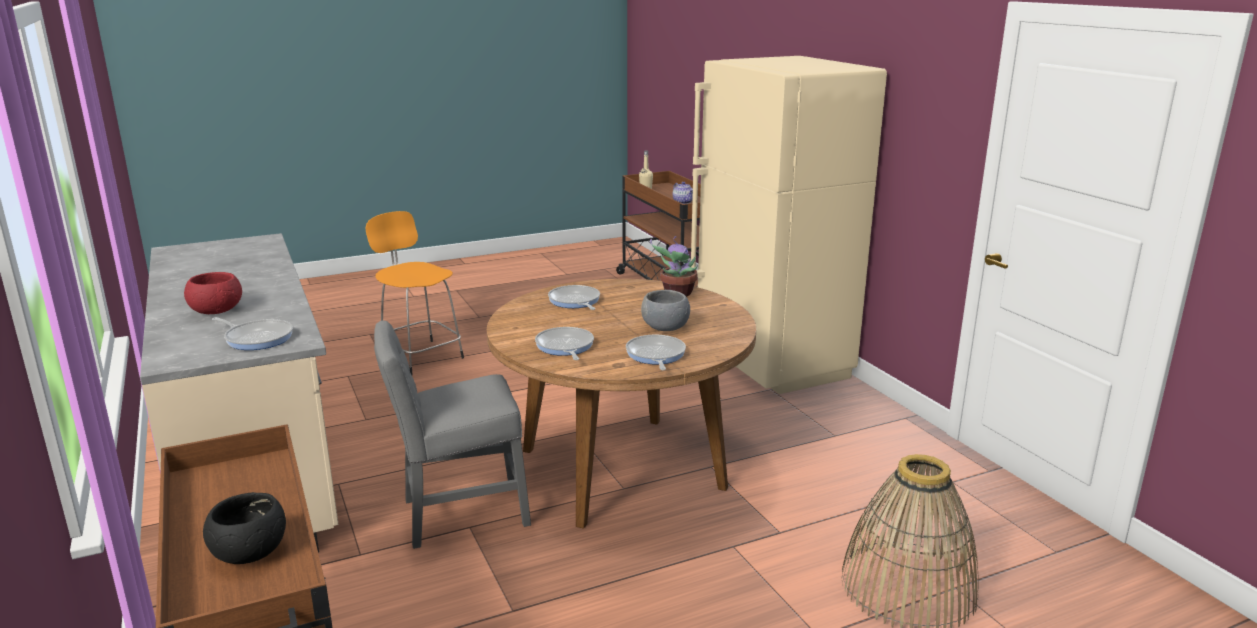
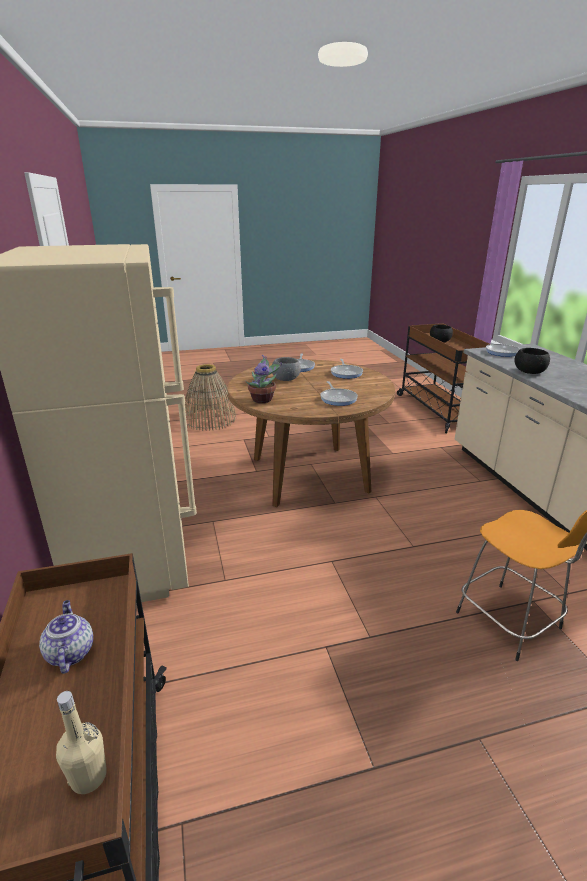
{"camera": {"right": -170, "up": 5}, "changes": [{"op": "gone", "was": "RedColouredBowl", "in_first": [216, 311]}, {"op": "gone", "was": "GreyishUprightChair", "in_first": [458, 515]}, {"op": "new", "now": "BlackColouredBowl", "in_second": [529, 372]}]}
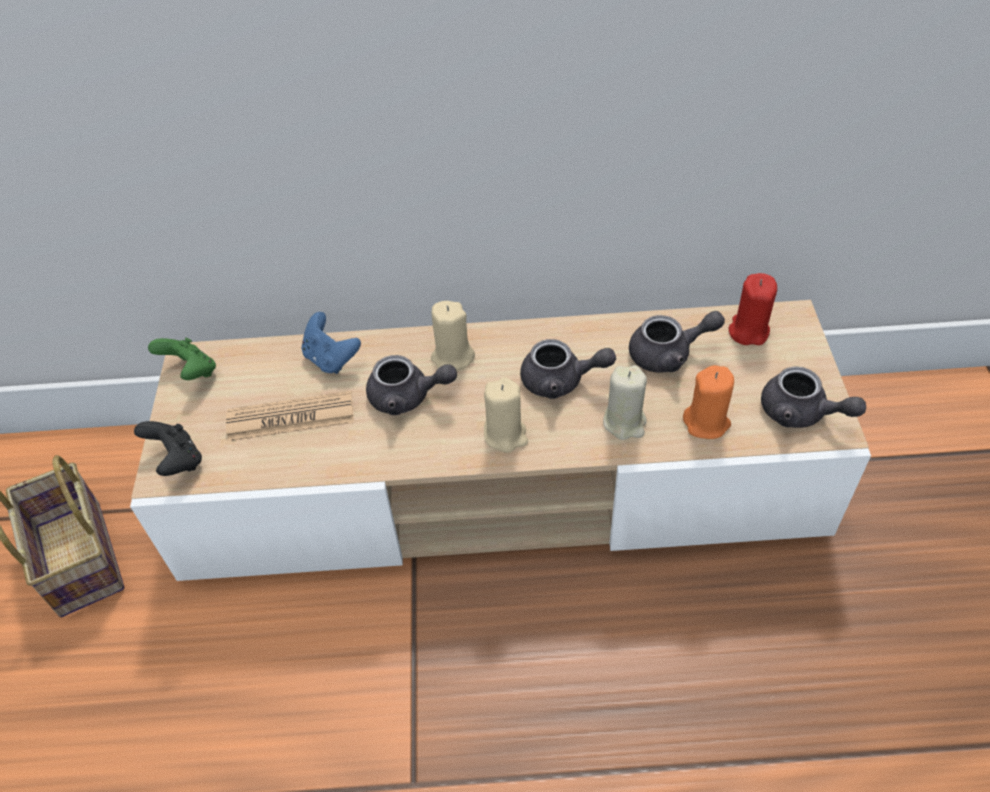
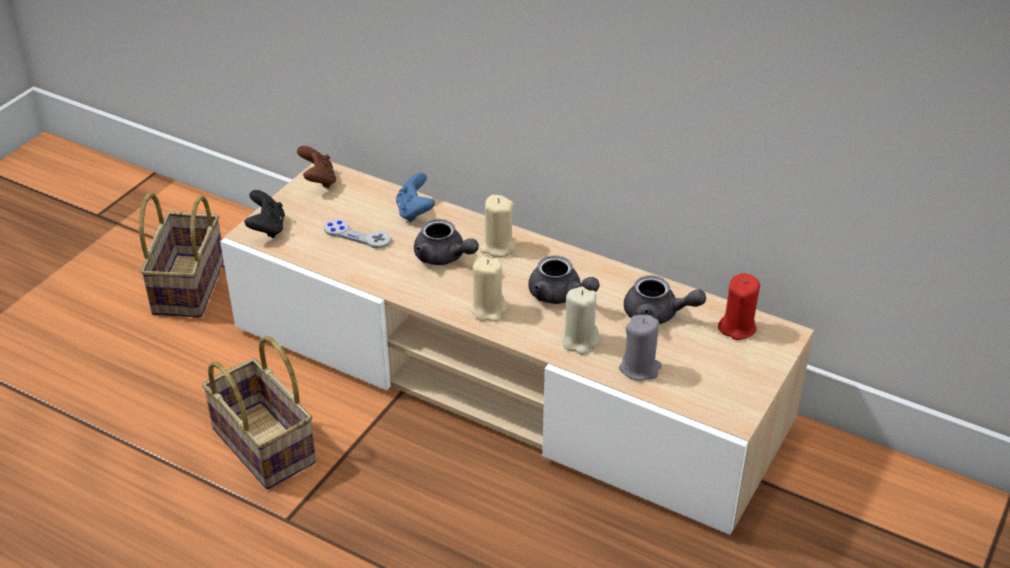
{"camera": {"right": 30, "up": -10}, "changes": [{"op": "repainted", "was": "GreenishGamepad", "now": "BrownishGamepad", "in_first": [191, 372], "in_second": [318, 181]}, {"op": "swapped", "was": "Newspaper", "now": "GreyishGamepad", "in_first": [290, 417], "in_second": [357, 235]}, {"op": "repainted", "was": "OrangeColouredCandle", "now": "GreyishCandle", "in_first": [706, 422], "in_second": [640, 368]}, {"op": "gone", "was": "GreyishTeaPot", "in_first": [801, 413]}, {"op": "new", "now": "Basket", "in_second": [267, 446]}]}
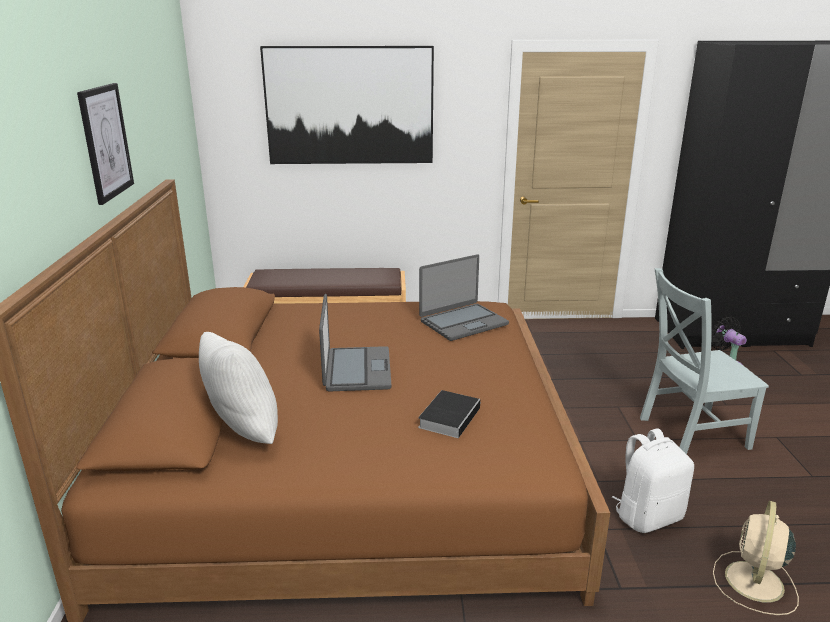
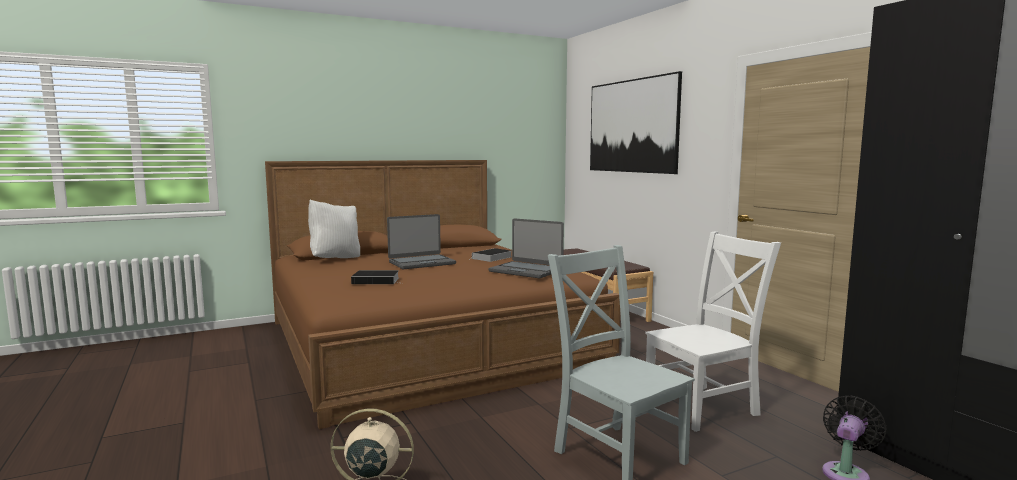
{"camera": {"right": 65, "up": -15}, "changes": [{"op": "gone", "was": "Picture", "in_first": [106, 142]}, {"op": "gone", "was": "WhitishRucksack", "in_first": [648, 516]}, {"op": "new", "now": "Volume", "in_second": [491, 258]}, {"op": "new", "now": "WhitishUprightChair", "in_second": [704, 406]}]}
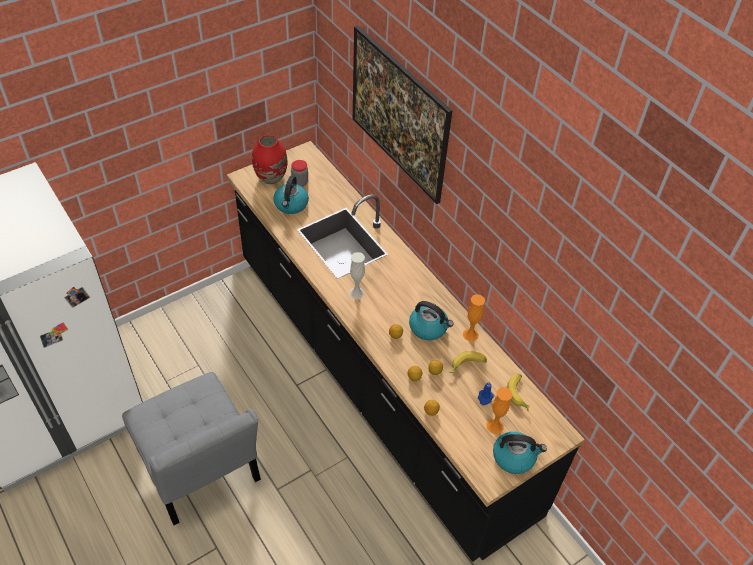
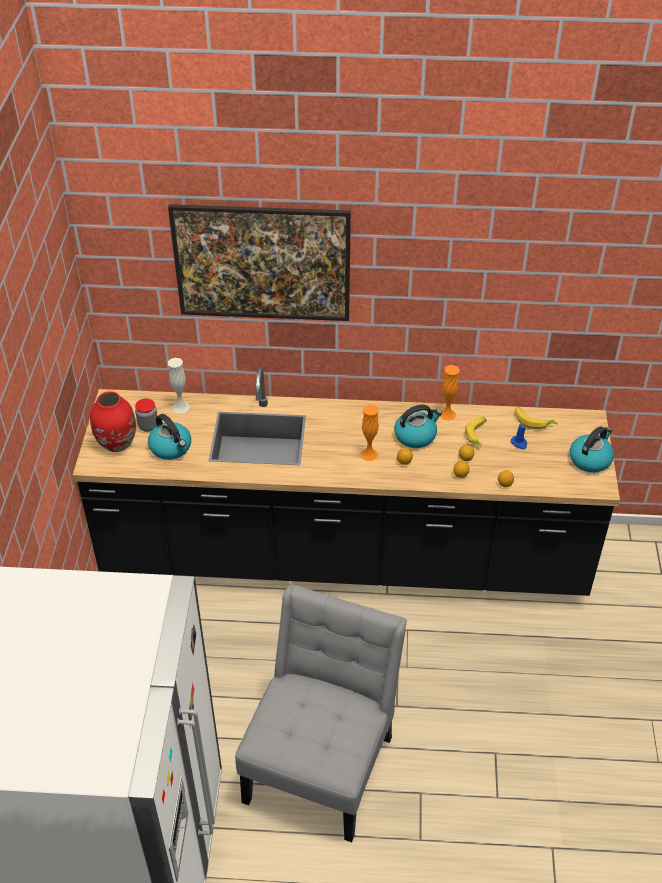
{"camera": {"right": -50, "up": -5}, "changes": [{"op": "rotated", "was": "GreyishUprightChair", "in_first": [200, 471], "in_second": [322, 761], "clockwise": -75}, {"op": "shifted", "was": "WhitishVase", "in_first": [356, 293], "in_second": [181, 407]}, {"op": "shifted", "was": "OrangeColouredVase", "in_first": [495, 426], "in_second": [369, 454]}]}
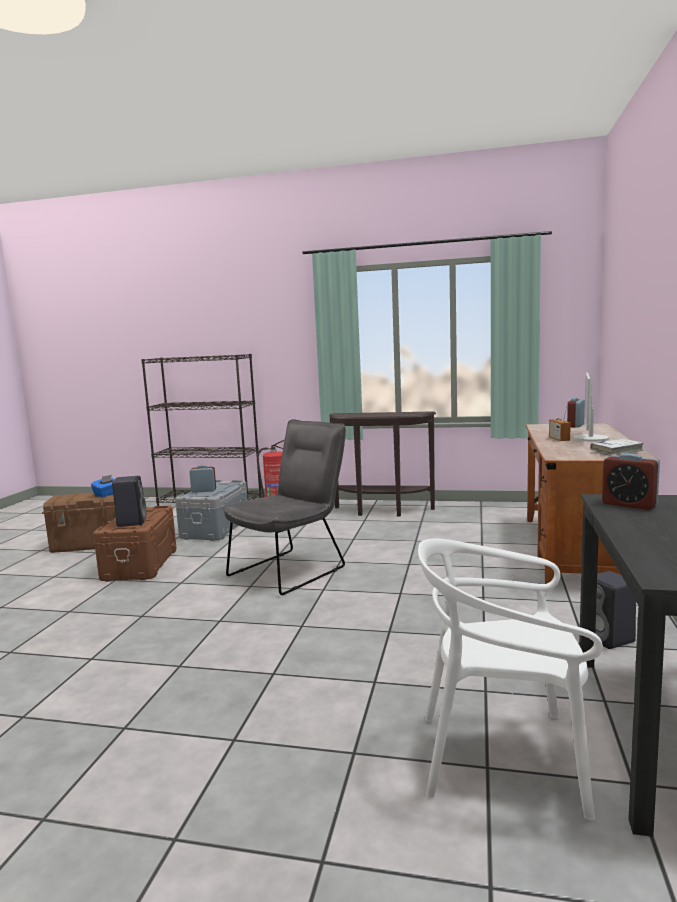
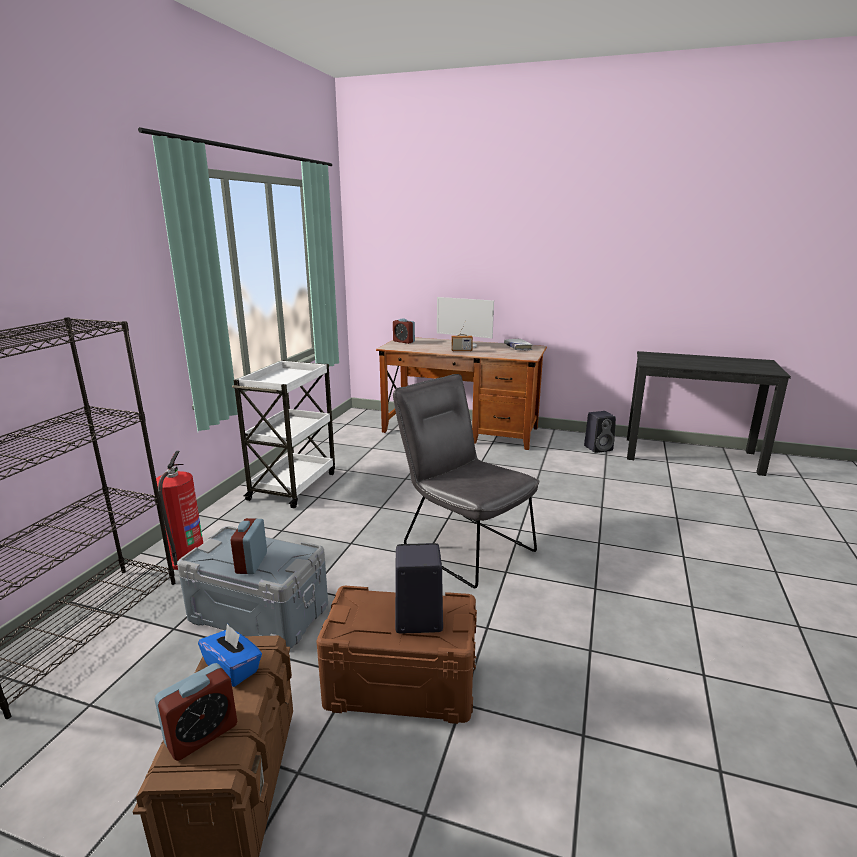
{"camera": {"right": -85, "up": 10}, "changes": [{"op": "swapped", "was": "BrownishHallTable", "now": "WhitishCart", "in_first": [382, 511], "in_second": [294, 485]}, {"op": "gone", "was": "WhitishUprightChair", "in_first": [502, 758]}, {"op": "shifted", "was": "AlarmClock", "in_first": [629, 504], "in_second": [202, 734]}]}
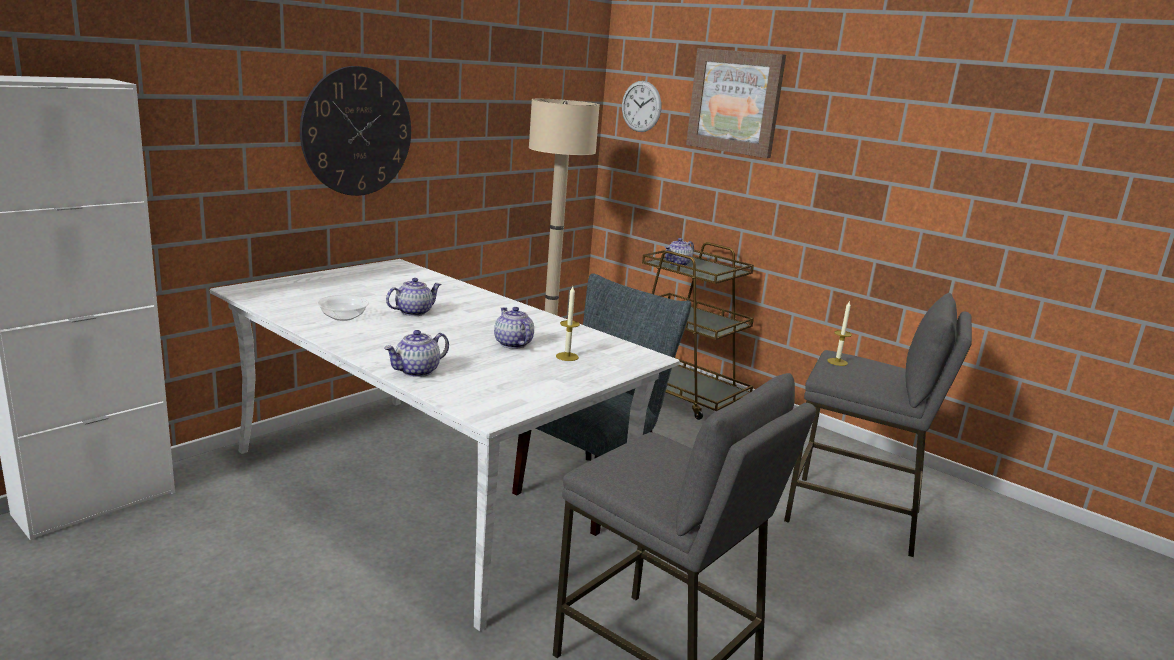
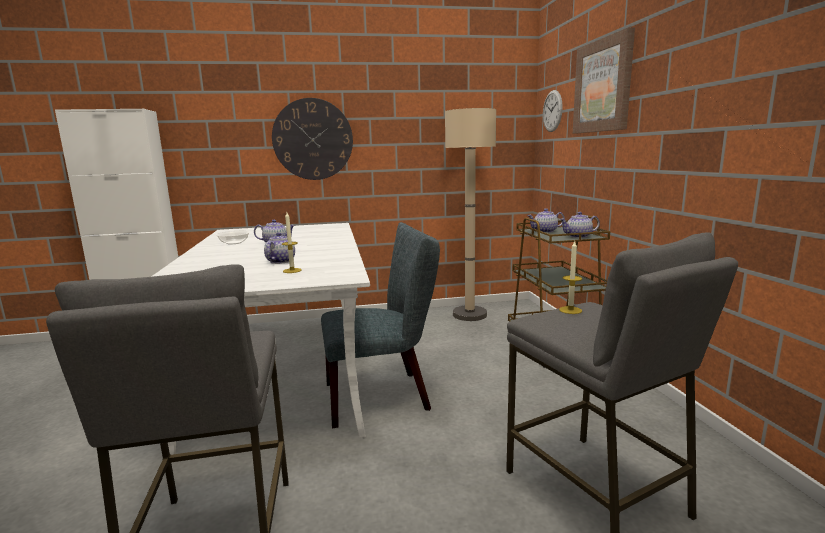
{"camera": {"right": 40, "up": -5}, "changes": [{"op": "shifted", "was": "TeaPot", "in_first": [417, 371], "in_second": [578, 236]}]}
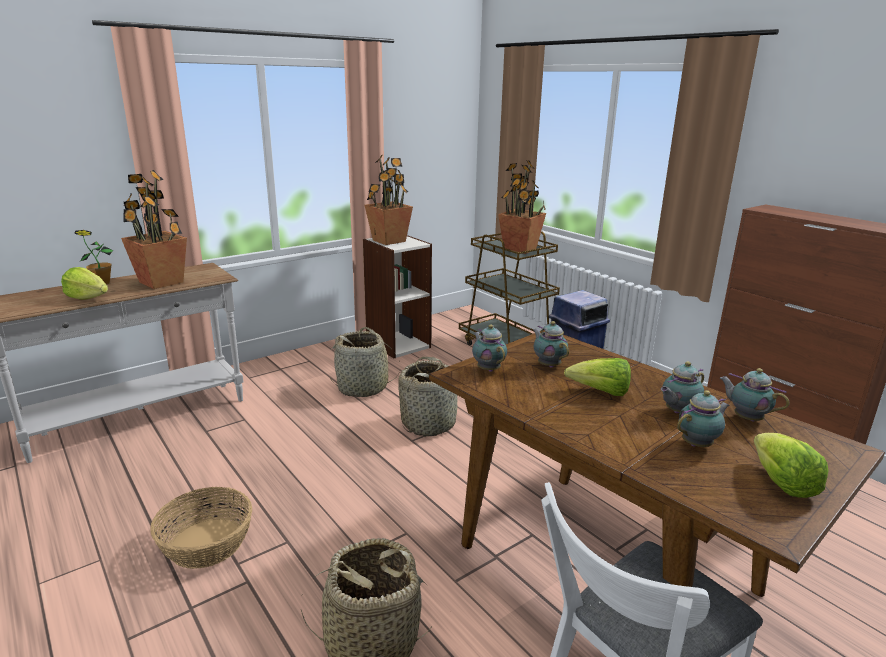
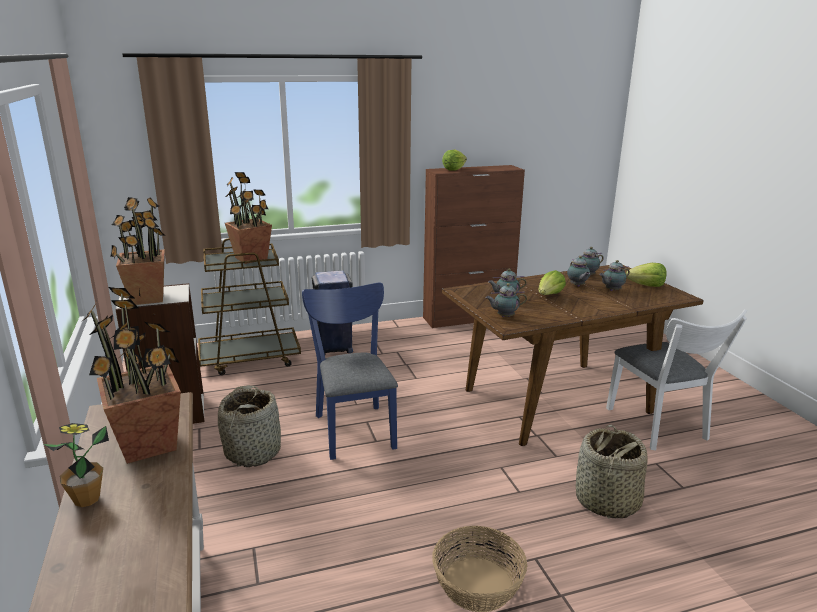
{"camera": {"right": -70, "up": 0}, "changes": [{"op": "shifted", "was": "Lettuce", "in_first": [87, 298], "in_second": [454, 169]}, {"op": "swapped", "was": "Basket", "now": "BluishUprightChair", "in_first": [429, 423], "in_second": [353, 427]}, {"op": "rotated", "was": "TeaPot", "in_first": [698, 444], "in_second": [611, 290], "clockwise": -105}]}
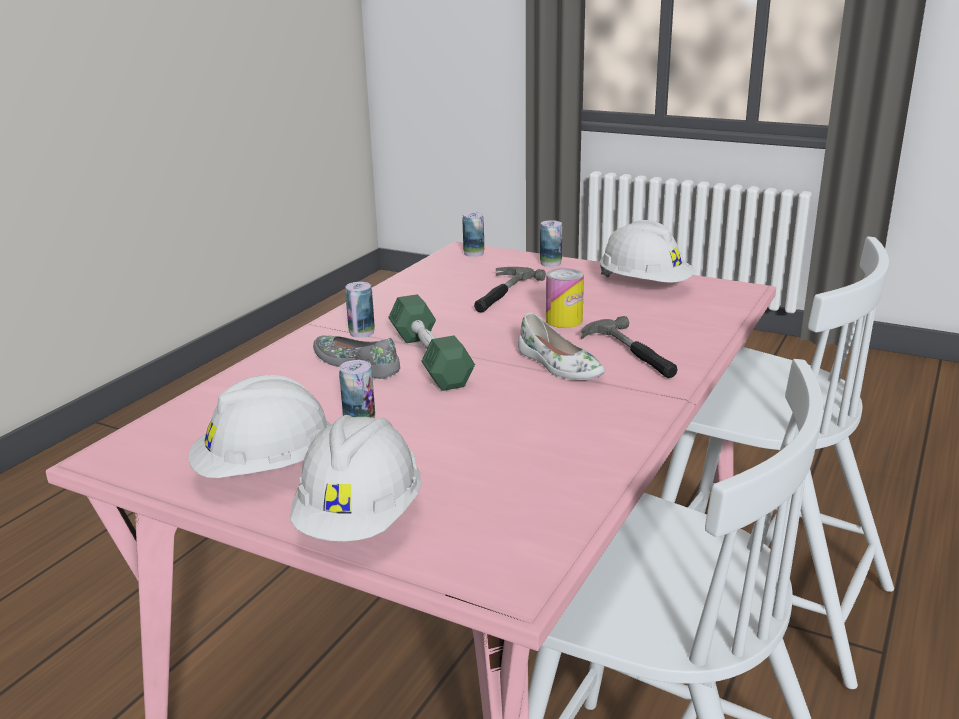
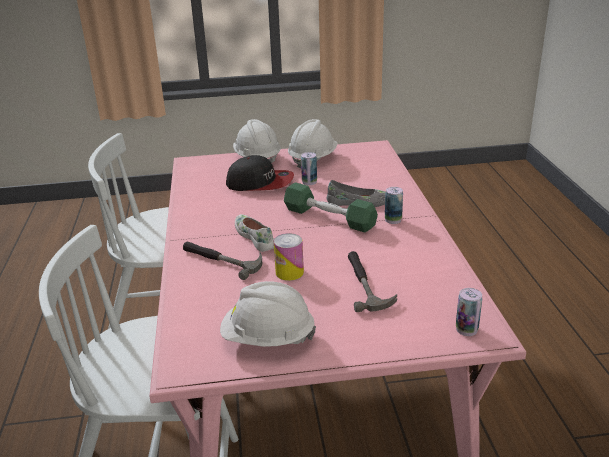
{"camera": {"right": 145, "up": 5}, "changes": [{"op": "rotated", "was": "WhitishShoe", "in_first": [558, 365], "in_second": [255, 237], "clockwise": 45}, {"op": "gone", "was": "Can", "in_first": [550, 263]}, {"op": "new", "now": "Cap", "in_second": [260, 183]}]}
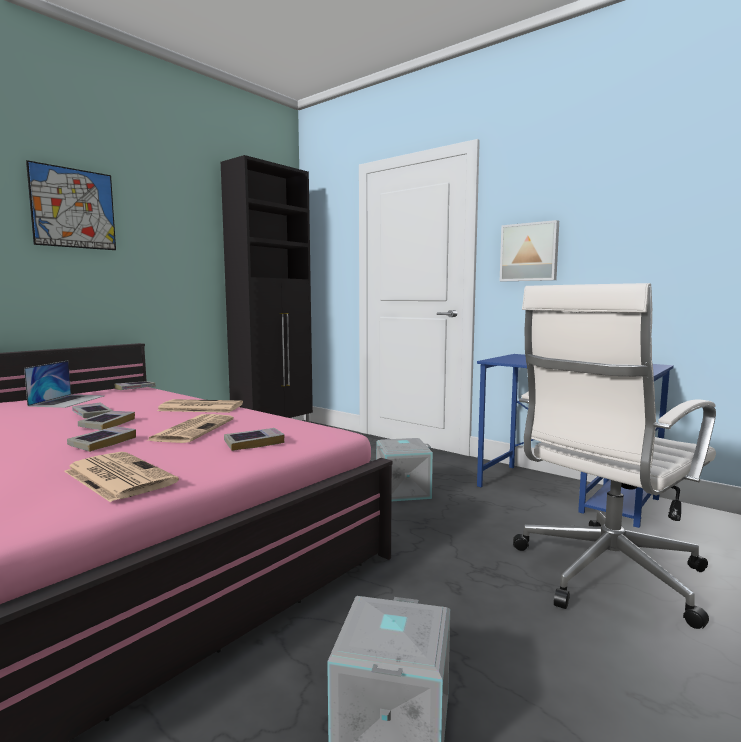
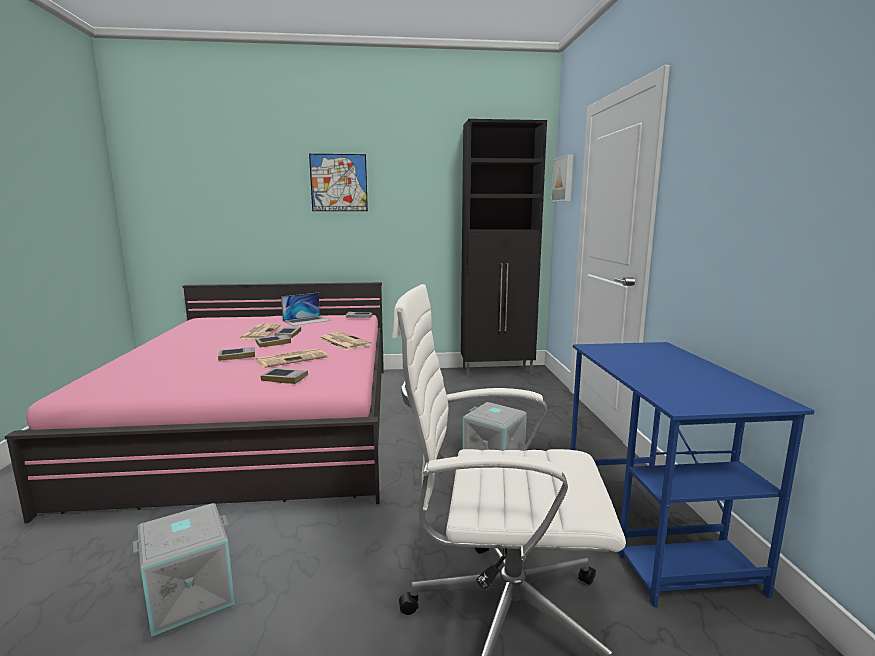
{"camera": {"right": 45, "up": 5}, "changes": [{"op": "shifted", "was": "Newspaper", "in_first": [117, 476], "in_second": [260, 332]}, {"op": "shifted", "was": "Picture", "in_first": [529, 252], "in_second": [564, 179]}]}
